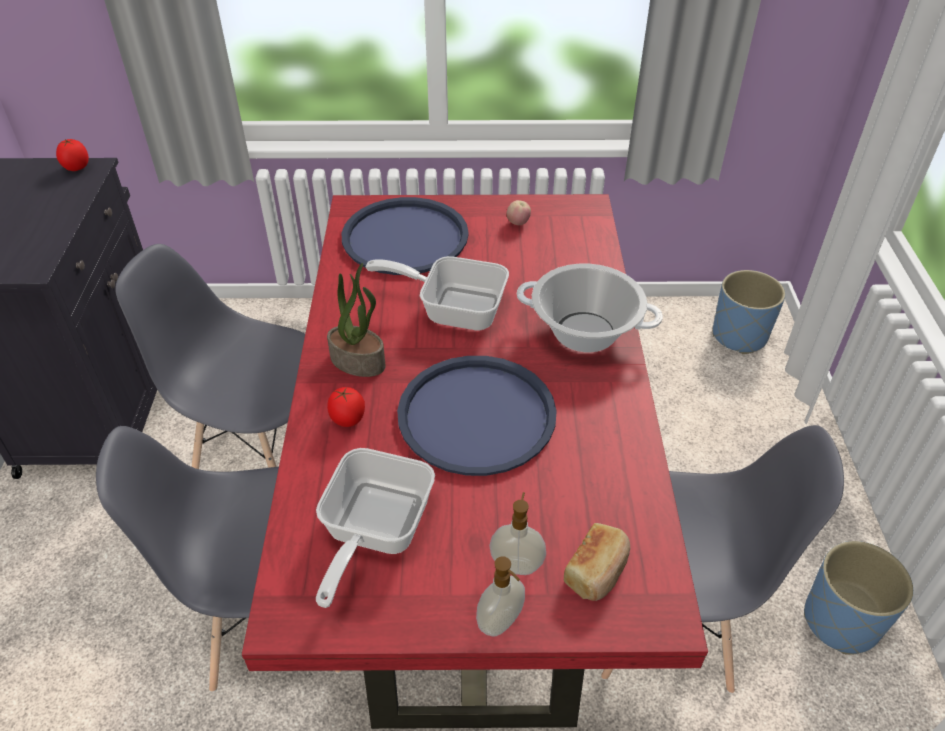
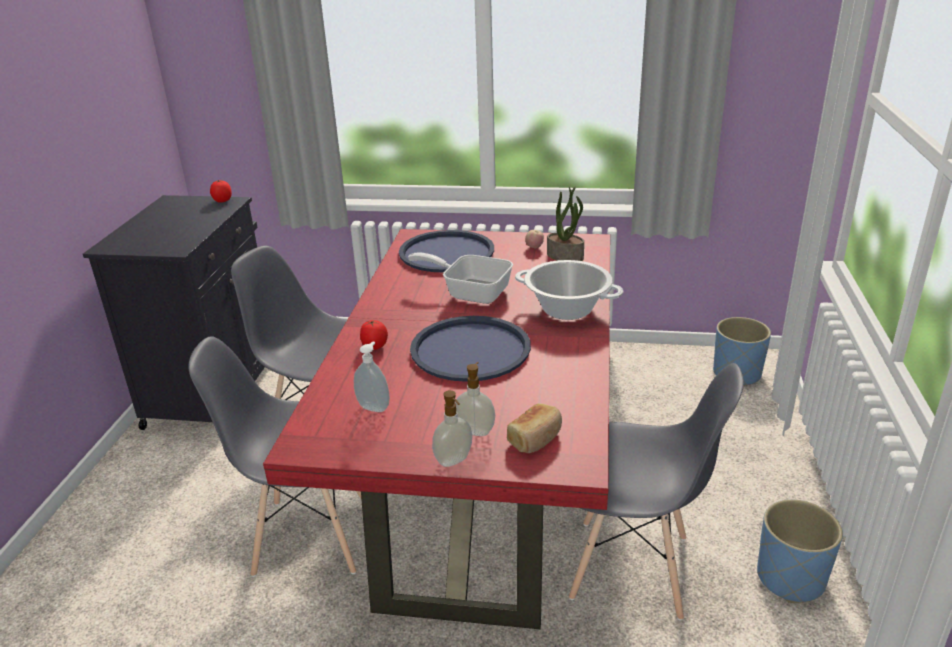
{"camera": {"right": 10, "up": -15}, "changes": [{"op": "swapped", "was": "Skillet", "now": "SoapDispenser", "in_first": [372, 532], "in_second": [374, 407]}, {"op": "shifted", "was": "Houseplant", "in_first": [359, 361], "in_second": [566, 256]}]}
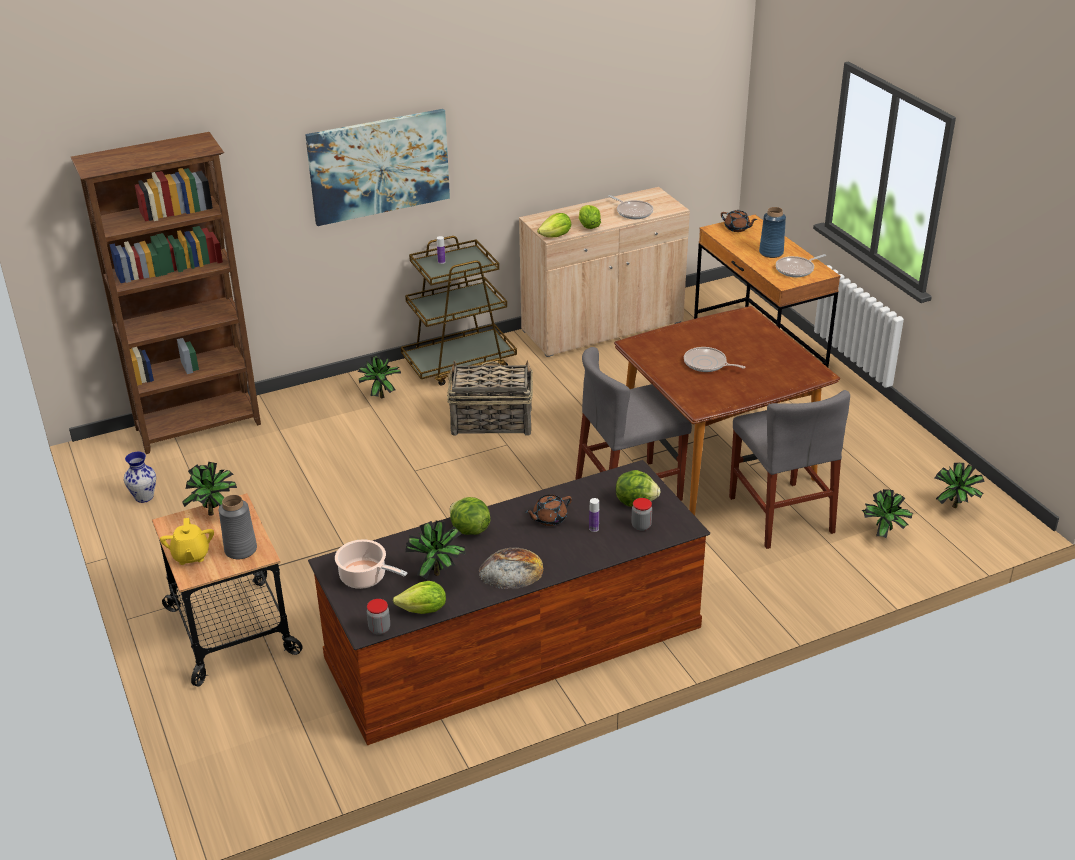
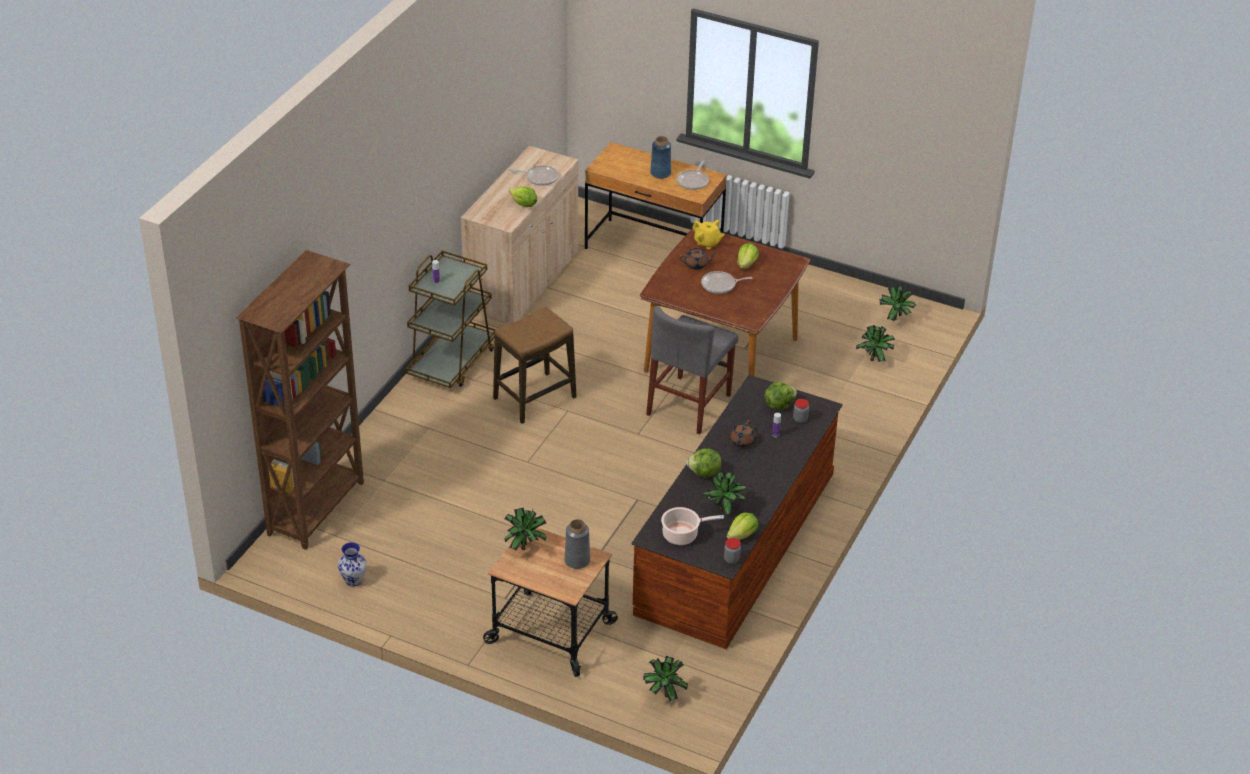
{"camera": {"right": -40, "up": 5}, "changes": [{"op": "shifted", "was": "YellowColouredTeaPot", "in_first": [191, 556], "in_second": [707, 243]}, {"op": "gone", "was": "Picture", "in_first": [379, 166]}, {"op": "shifted", "was": "Houseplant", "in_first": [380, 396], "in_second": [663, 695]}, {"op": "swapped", "was": "Basket", "now": "Stool", "in_first": [490, 421], "in_second": [534, 398]}, {"op": "gone", "was": "BakeryBread", "in_first": [511, 570]}, {"op": "shifted", "was": "Lettuce", "in_first": [556, 236], "in_second": [746, 264]}, {"op": "shifted", "was": "BrownishTeaPot", "in_first": [737, 228], "in_second": [696, 265]}, {"op": "gone", "was": "GreyishUprightChair", "in_first": [780, 514]}]}
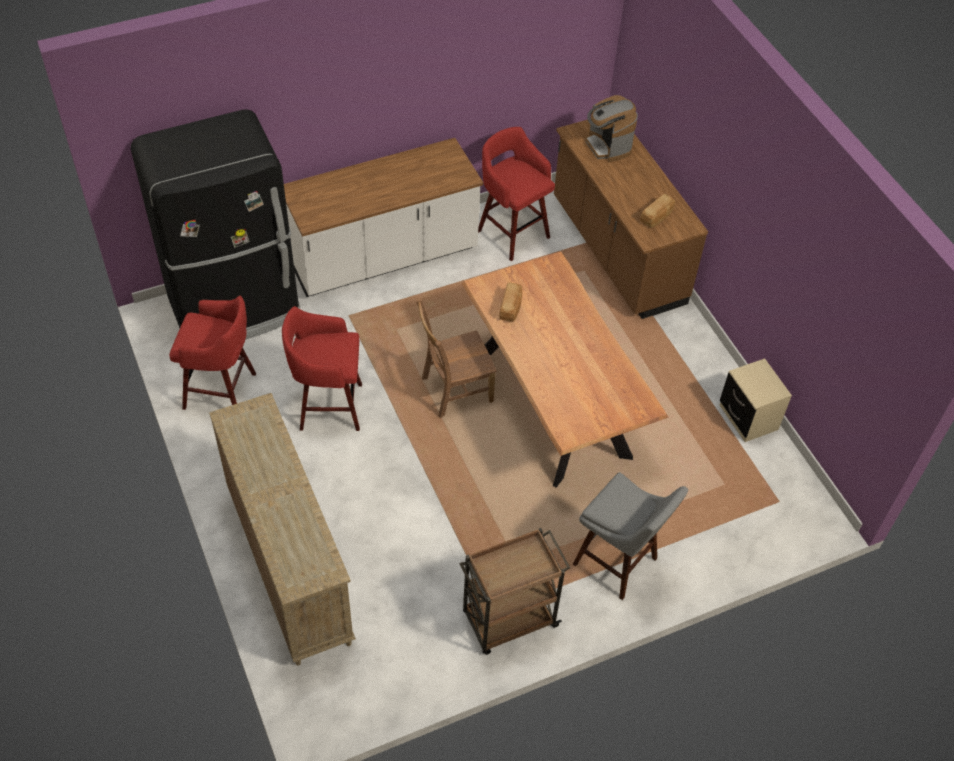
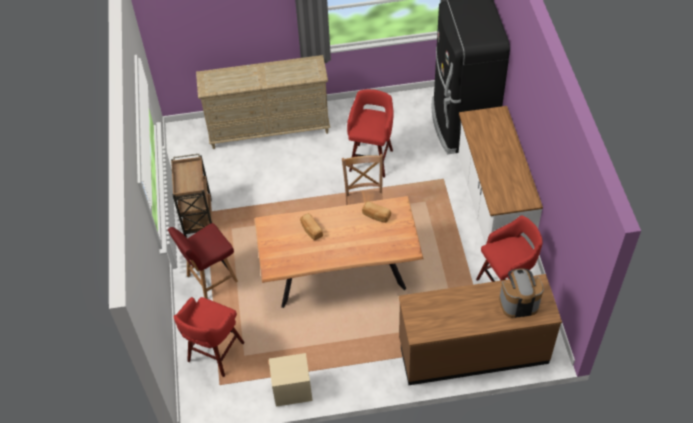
{"camera": {"right": 110, "up": 0}, "changes": [{"op": "shifted", "was": "RedColouredStool", "in_first": [222, 392], "in_second": [215, 353]}, {"op": "swapped", "was": "GreyishStool", "now": "RedColouredUprightChair", "in_first": [618, 564], "in_second": [211, 279]}, {"op": "shifted", "was": "BakeryBread", "in_first": [657, 217], "in_second": [311, 230]}]}
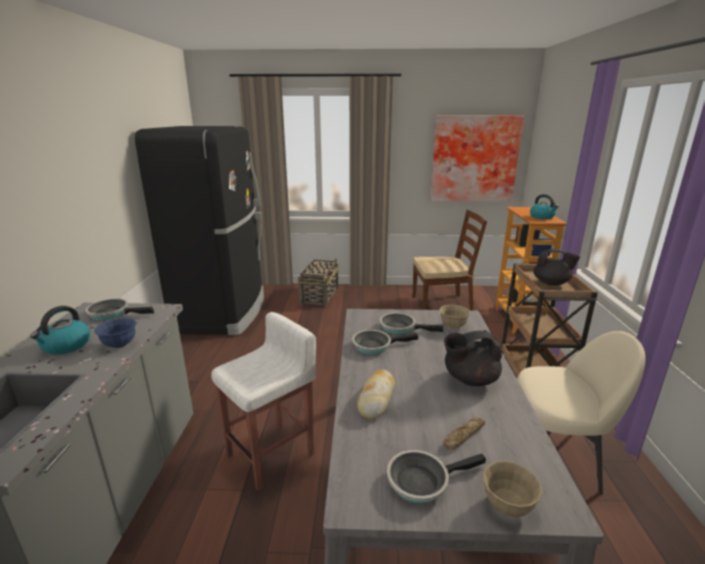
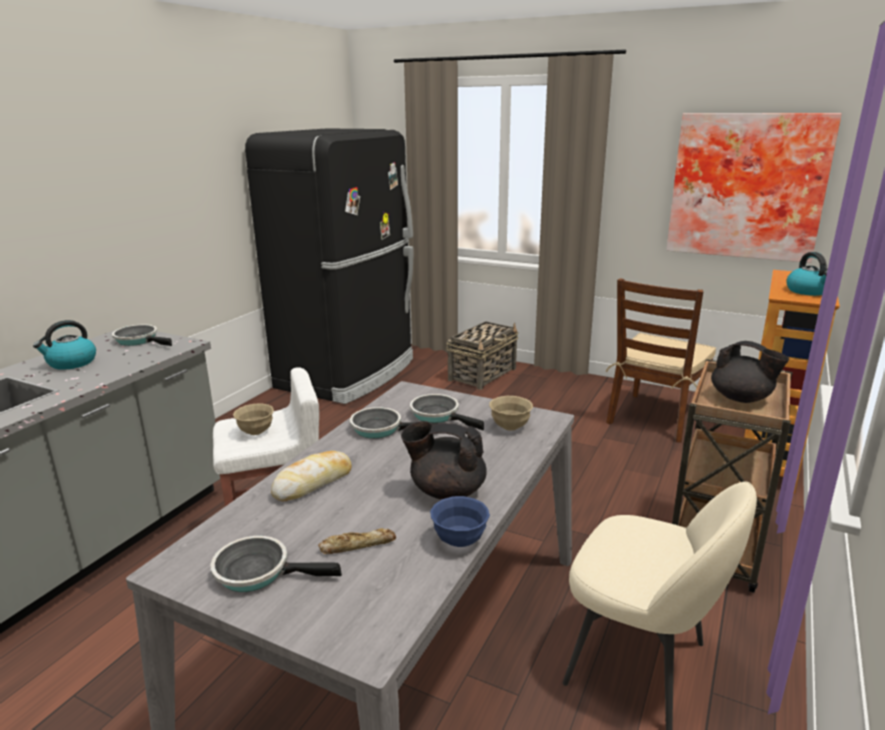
{"camera": {"right": 25, "up": 0}, "changes": [{"op": "shifted", "was": "BluishBowl", "in_first": [119, 345], "in_second": [459, 540]}, {"op": "rotated", "was": "BrownishUprightChair", "in_first": [442, 305], "in_second": [655, 417], "clockwise": 105}, {"op": "shifted", "was": "BeigeBowl", "in_first": [507, 505], "in_second": [256, 432]}]}
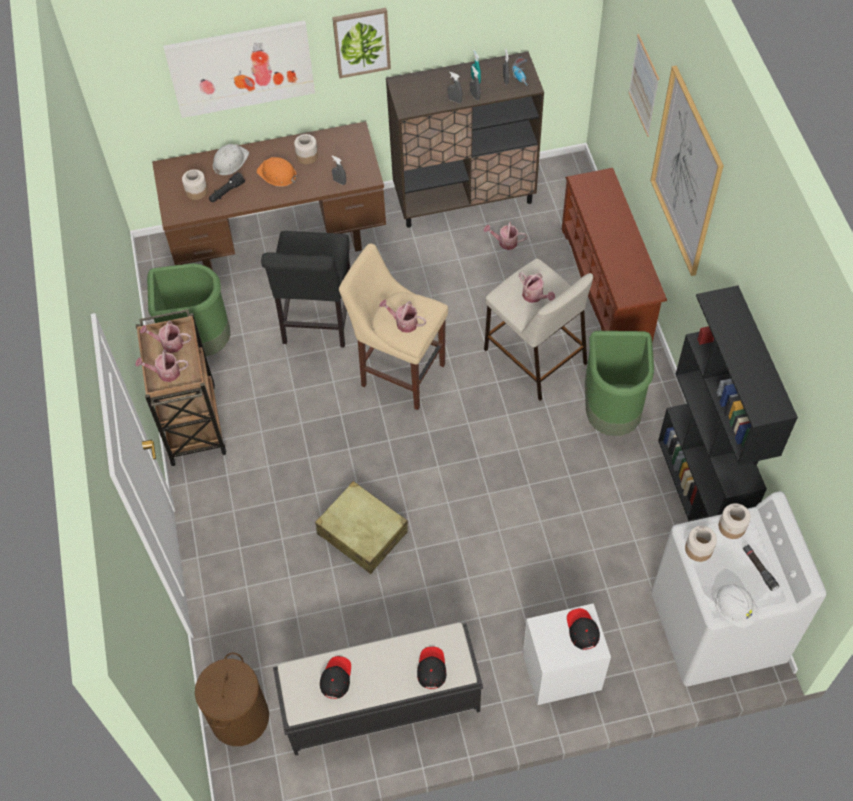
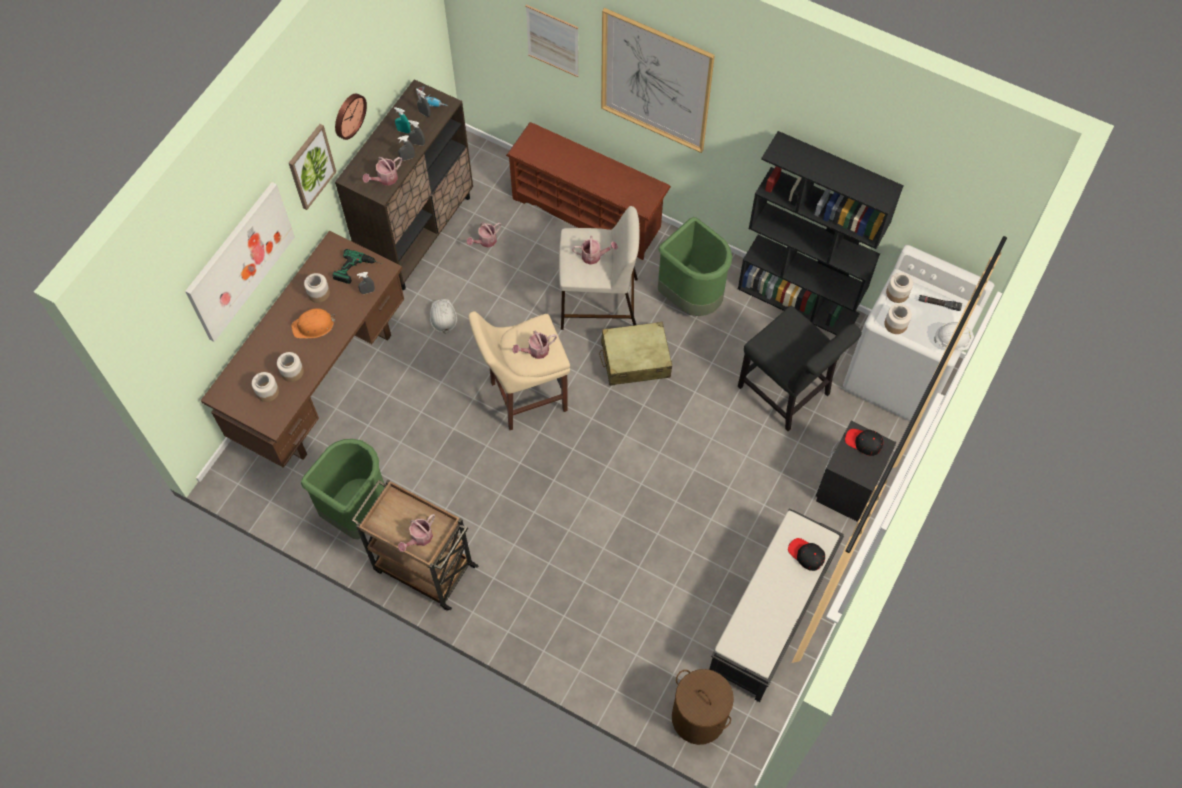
{"camera": {"right": -50, "up": 5}, "changes": [{"op": "shifted", "was": "WateringCan", "in_first": [169, 343], "in_second": [385, 179]}, {"op": "swapped", "was": "BlackColouredFlashlight", "now": "Jar", "in_first": [226, 192], "in_second": [292, 372]}, {"op": "shifted", "was": "WhitishHardHat", "in_first": [230, 161], "in_second": [443, 317]}, {"op": "shifted", "was": "BlackColouredUprightChair", "in_first": [317, 321], "in_second": [787, 393]}, {"op": "shifted", "was": "BeigeTravelCase", "in_first": [362, 533], "in_second": [635, 359]}, {"op": "gone", "was": "BlackColouredCap", "in_first": [336, 678]}, {"op": "repainted", "was": "WhitishNightTable", "now": "BlackColouredNightTable", "in_first": [562, 672], "in_second": [848, 488]}, {"op": "new", "now": "ElectricDrill", "in_second": [358, 270]}, {"op": "new", "now": "WallClock", "in_second": [348, 115]}]}
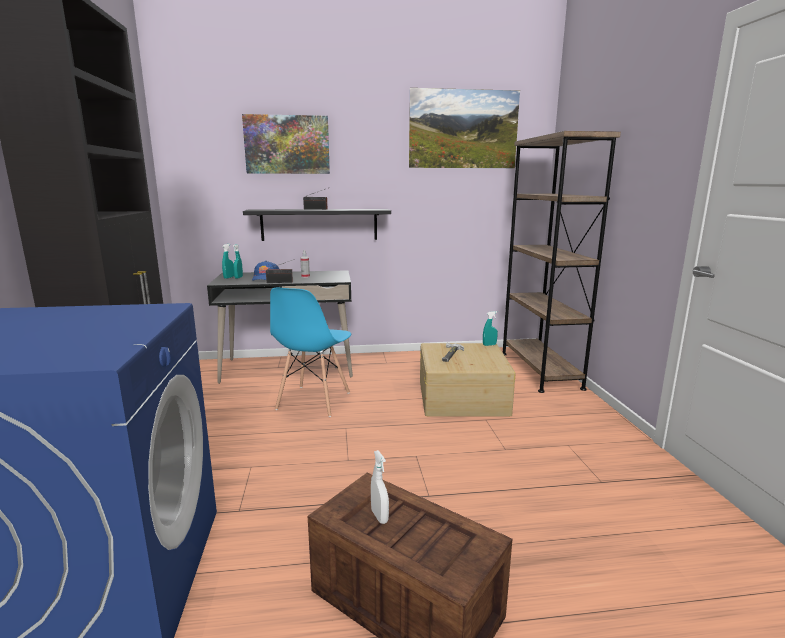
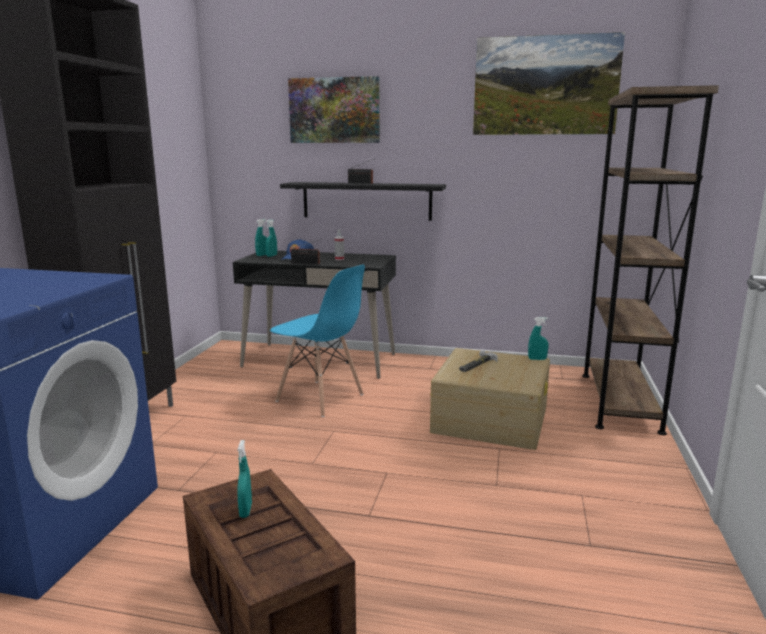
{"camera": {"right": 20, "up": 0}, "changes": [{"op": "rotated", "was": "BluishUprightChair", "in_first": [313, 401], "in_second": [320, 398], "clockwise": -90}, {"op": "repainted", "was": "WhitishHandSprayer", "now": "TurquoiseHandSprayer", "in_first": [379, 516], "in_second": [245, 511]}]}
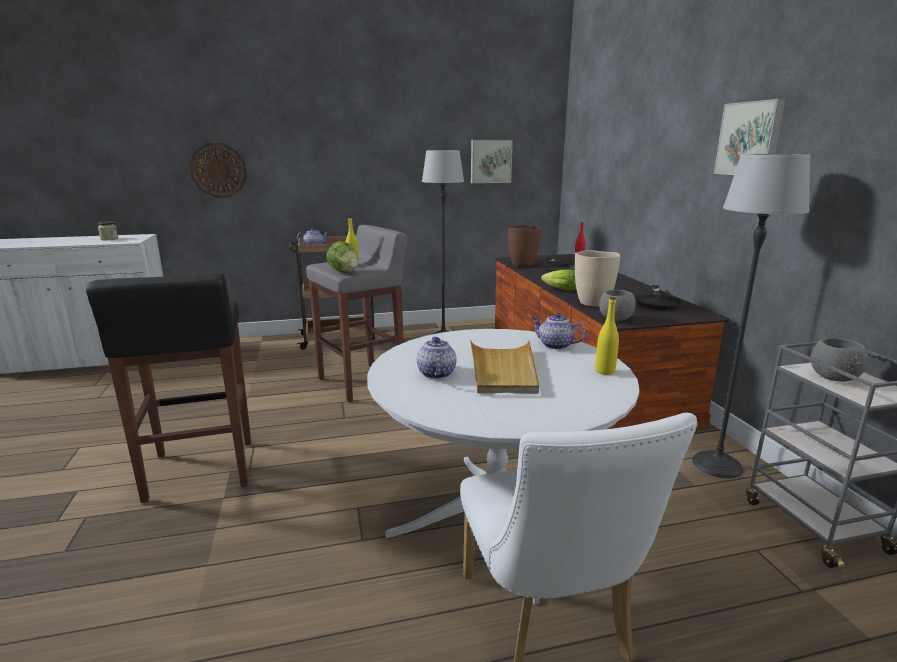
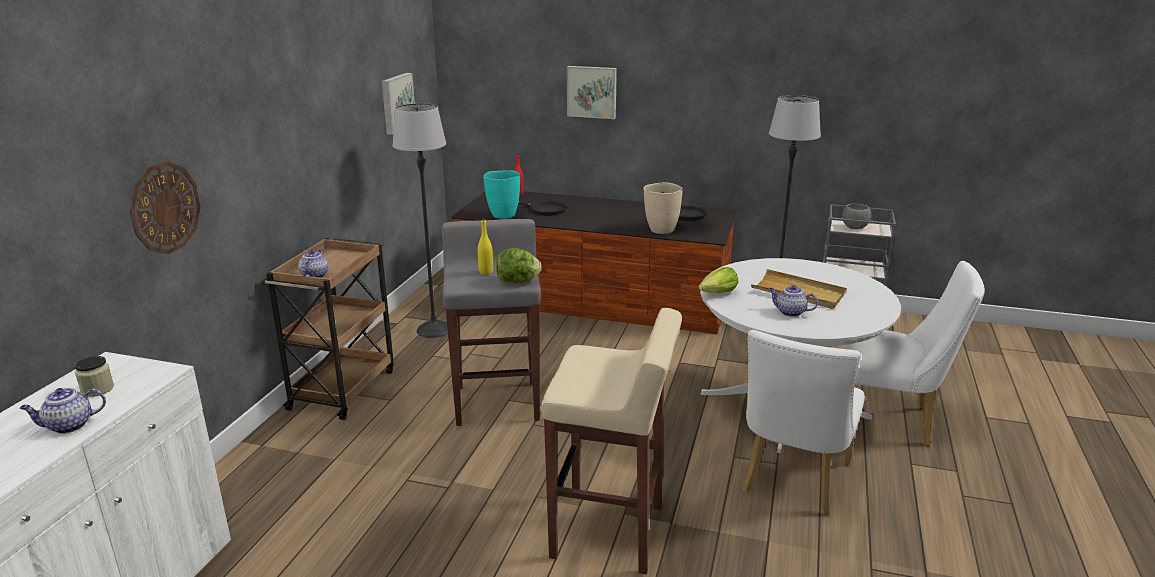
{"camera": {"right": -60, "up": 5}, "changes": [{"op": "repainted", "was": "BlackColouredStool", "now": "BeigeStool", "in_first": [200, 471], "in_second": [610, 532]}, {"op": "repainted", "was": "BrownishVase", "now": "TurquoiseVase", "in_first": [522, 264], "in_second": [503, 215]}, {"op": "shifted", "was": "TeaPot", "in_first": [555, 345], "in_second": [68, 426]}, {"op": "shifted", "was": "Lettuce", "in_first": [561, 290], "in_second": [719, 293]}, {"op": "gone", "was": "YellowColouredBeverageBottle", "in_first": [605, 371]}, {"op": "gone", "was": "GreyishBowl", "in_first": [616, 319]}, {"op": "shifted", "was": "Picture", "in_first": [750, 139], "in_second": [592, 92]}, {"op": "new", "now": "WhitishUprightChair", "in_second": [793, 482]}]}
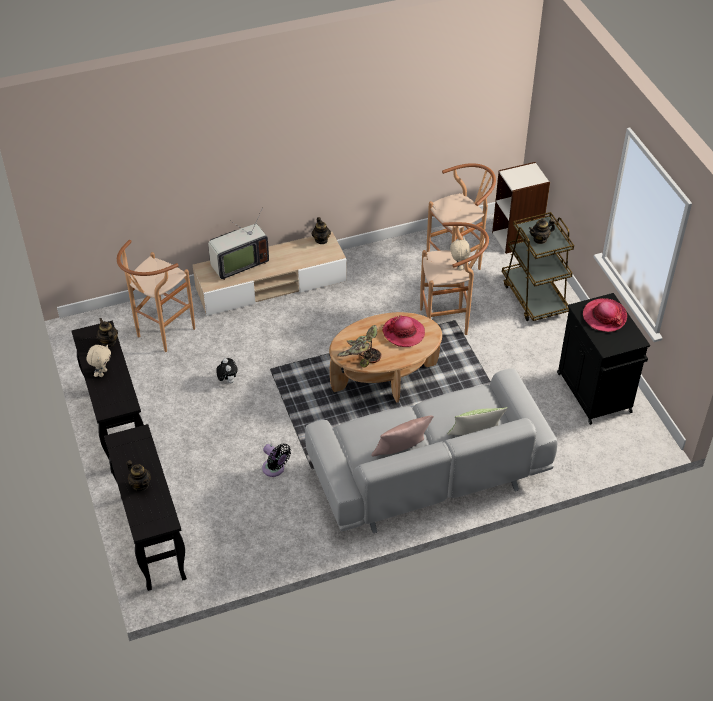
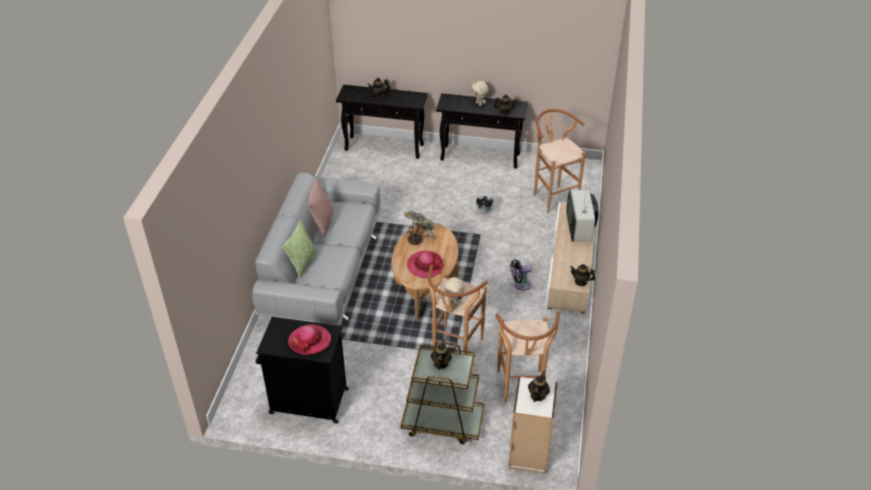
{"camera": {"right": 120, "up": -5}, "changes": [{"op": "shifted", "was": "BlackColouredCoolingFan", "in_first": [275, 469], "in_second": [520, 284]}, {"op": "new", "now": "TeaPot", "in_second": [537, 395]}]}
